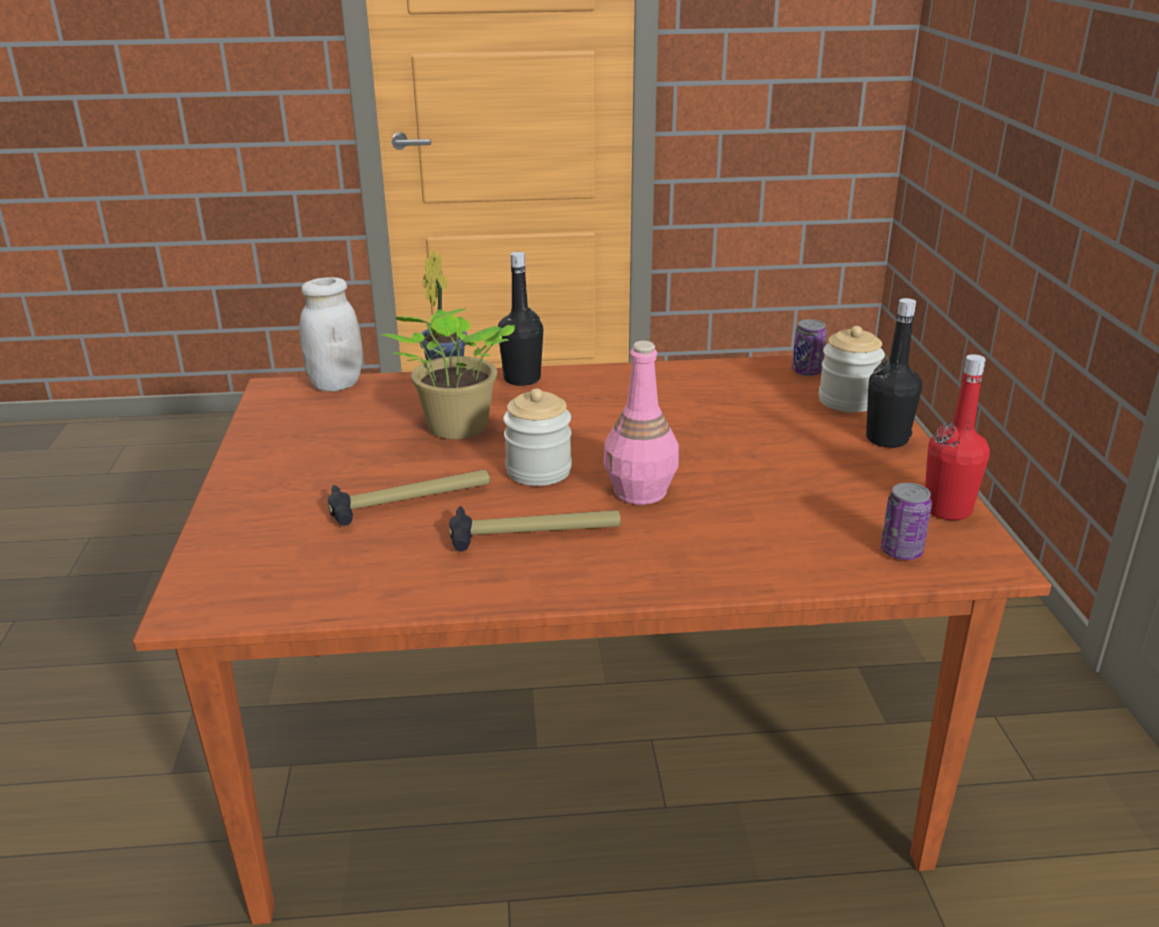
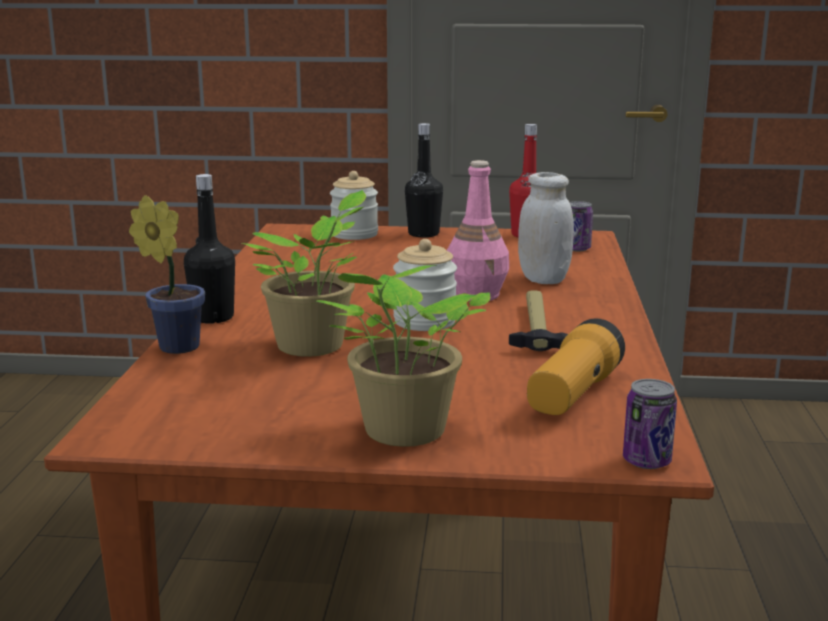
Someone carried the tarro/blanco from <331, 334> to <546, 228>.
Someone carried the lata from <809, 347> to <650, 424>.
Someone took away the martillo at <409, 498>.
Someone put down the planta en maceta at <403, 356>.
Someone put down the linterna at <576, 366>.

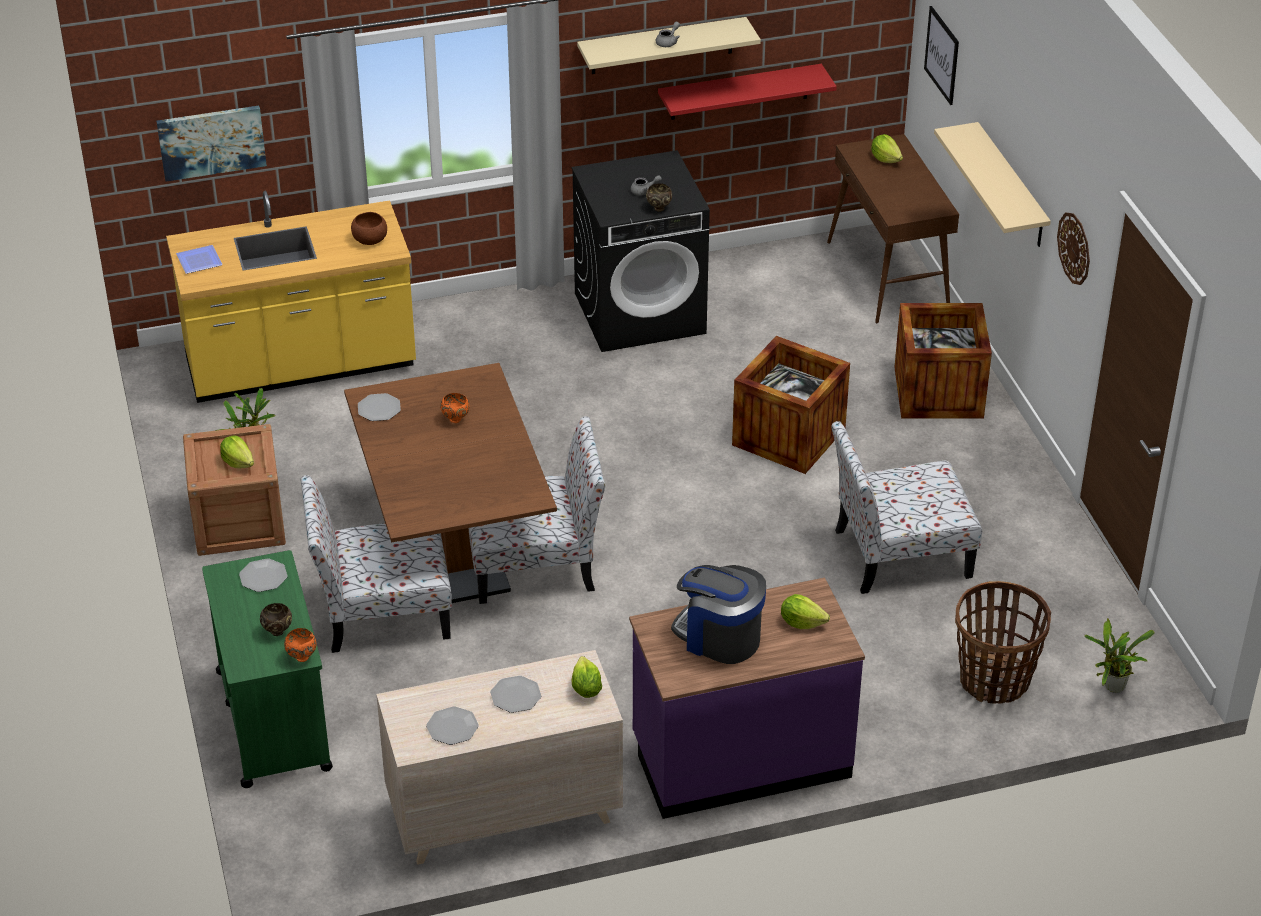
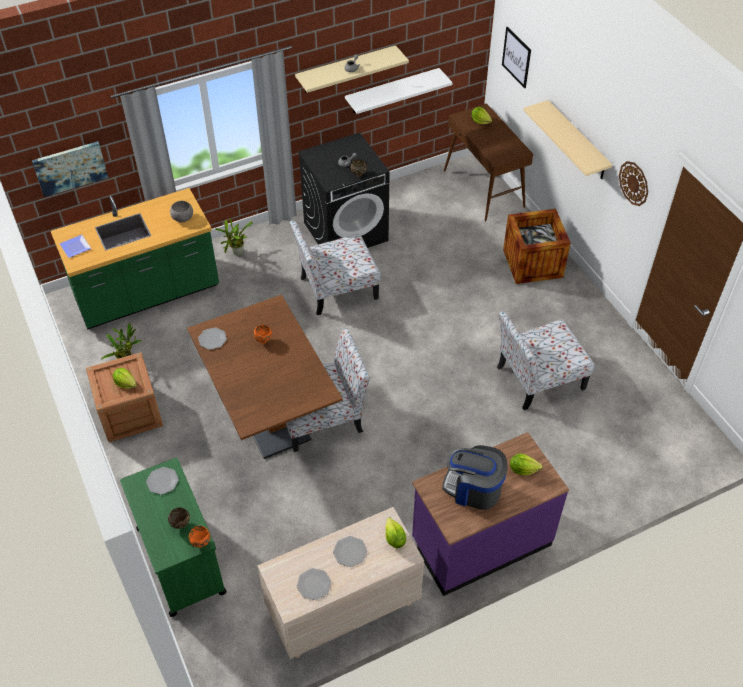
Someone repainted the estante/rojo at <747, 92>, which became the estante/blanco at <399, 91>.
Someone repainted the mueble bajo de cocina/amarillo at <291, 297>, which became the mueble bajo de cocina/verde at <135, 258>.
Someone repainted the cuenco/marrón at <369, 228>, which became the cuenco/gris at <181, 211>.
Someone took away the caja de embalaje at <791, 405>.
Someone carried the silla from <376, 564> to <335, 267>.
Someone took away the cesta at <1003, 642>.
Someone carried the planta en maceta from <1119, 655> to <234, 237>.

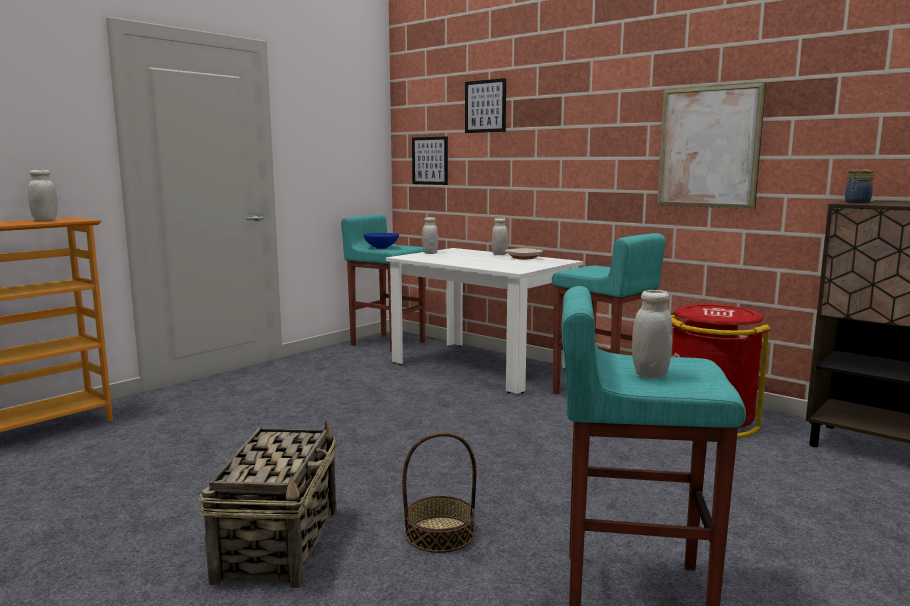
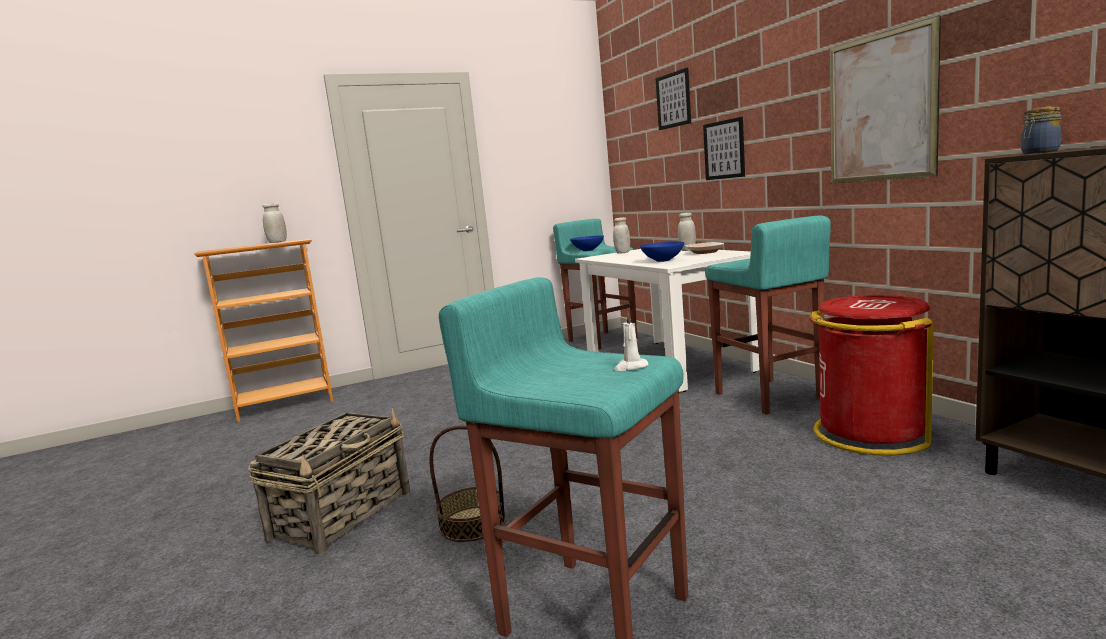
Someone carried the cuadro from <430, 160> to <724, 148>.
Someone took away the tarro/blanco at <652, 334>.
Someone put down the cuenco/azul at <662, 252>.
Someone put down the vela/blanco at <631, 341>.

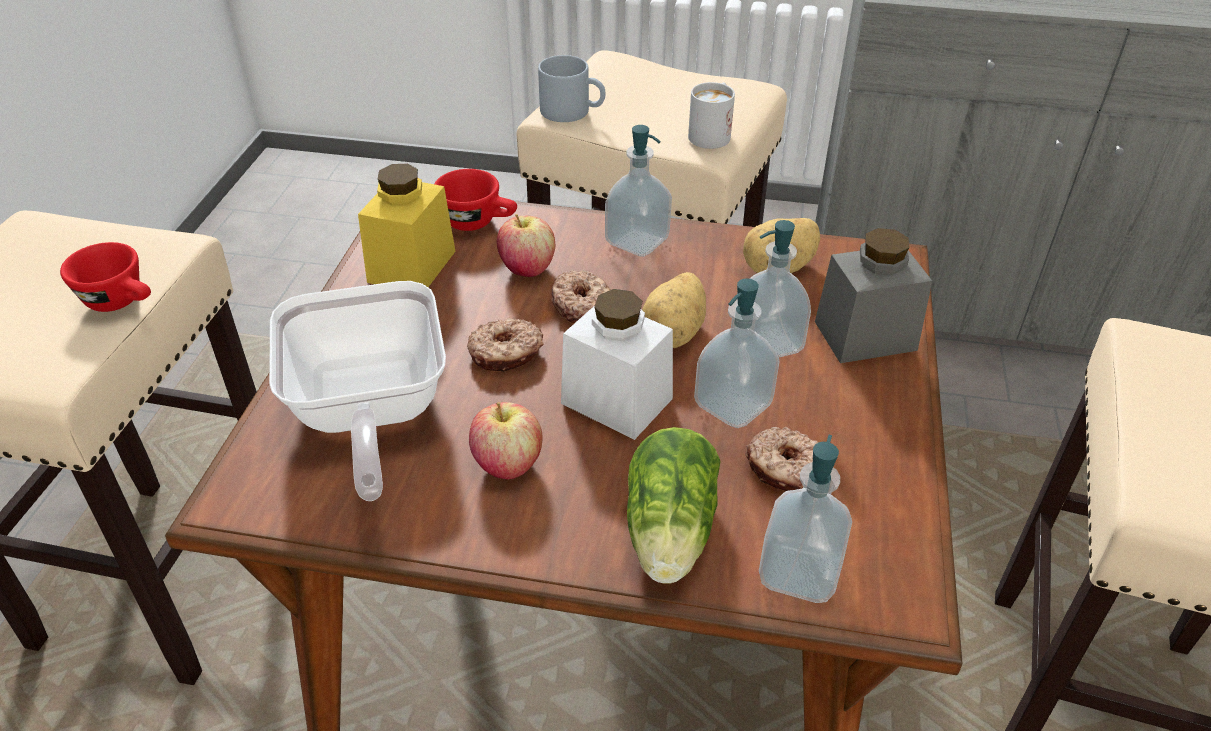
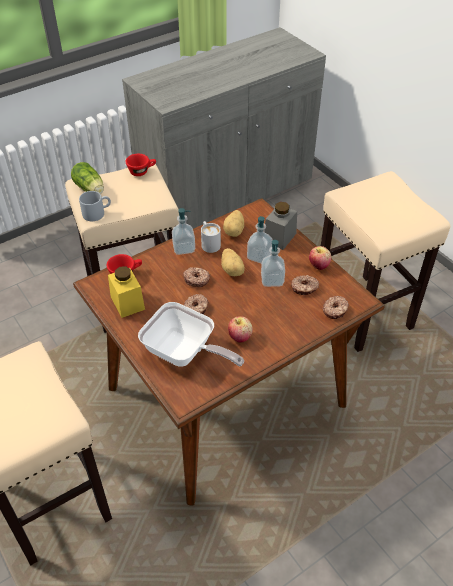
Someone carried the taza grande/blanco from <711, 115> to <211, 237>.
Someone carried the manzana from <526, 245> to <320, 258>.
Someone carried the taza/rojo from <105, 277> to <141, 165>.
Someone took away the tarro/blanco at <617, 364>.
Someone carried the lechuga from <673, 505> to <87, 178>.
Someone swapped the dispensador de jabón at <805, 519> for the rosquilla at <336, 307>.

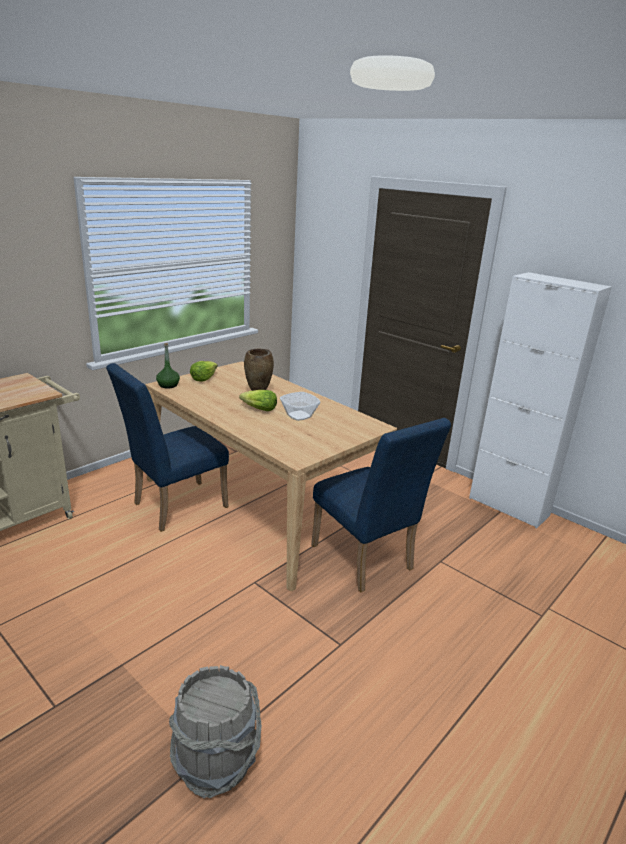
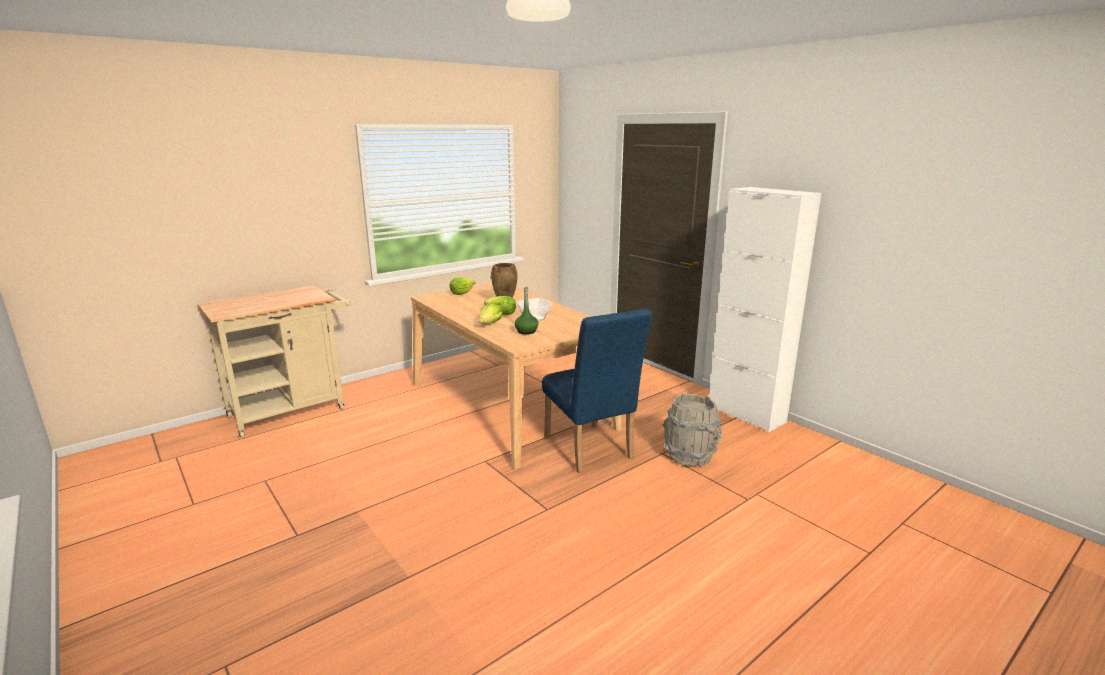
Someone carried the botella/verde from <168, 365> to <527, 310>.
Someone took away the silla/azul at <167, 447>.
Someone carried the cubo/gris from <215, 732> to <692, 430>.
Someone put down the lechuga at <491, 313>.

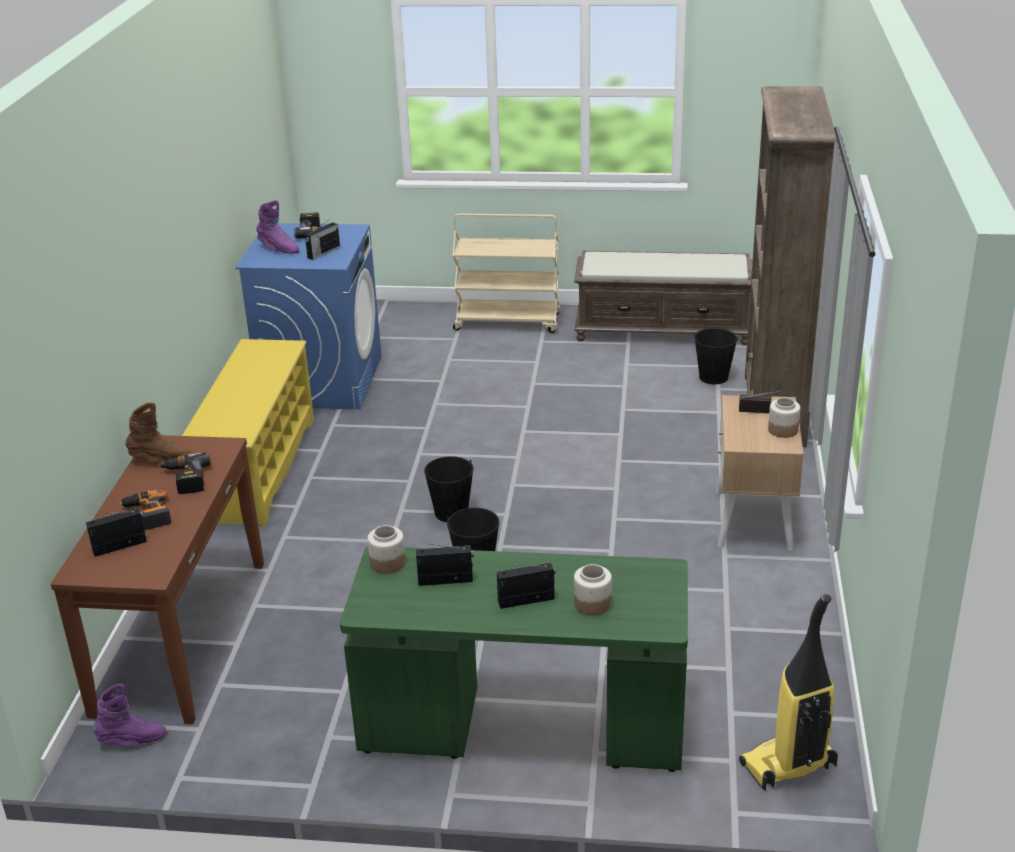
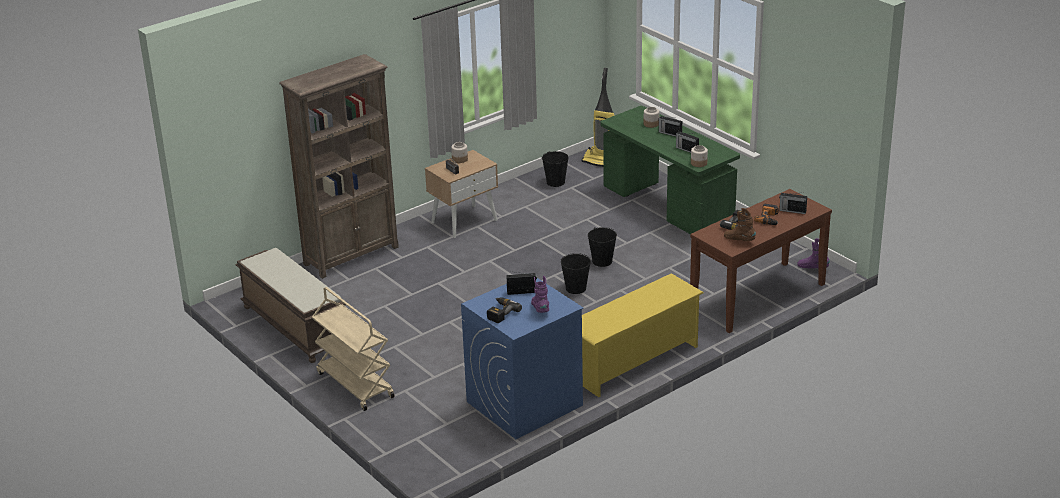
Someone carried the cubo/negro from <716, 355> to <555, 169>.

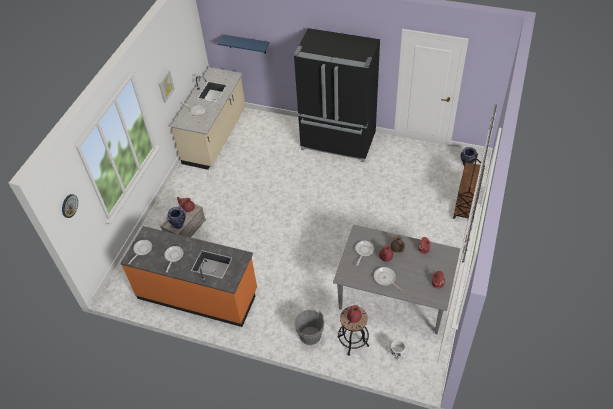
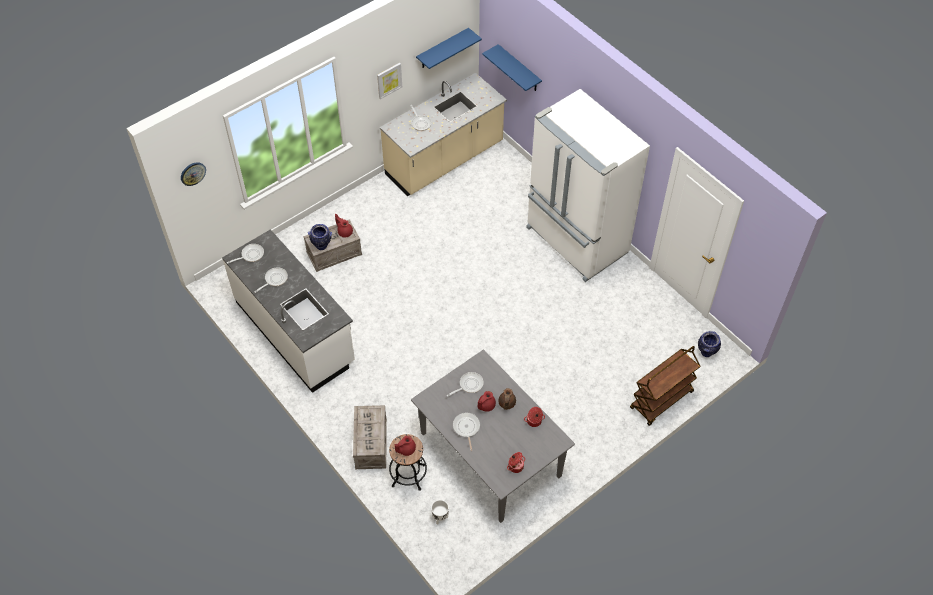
Someone repainted the nevera/negro at <337, 95>, which became the nevera/blanco at <588, 185>.
Someone repainted the mueble bajo de cocina/naranja at <188, 276>, which became the mueble bajo de cocina/blanco at <288, 311>.
Someone swapped the cubo/gris at <309, 327> for the caja de embalaje at <370, 437>.
Someone put up the estante/azul at <449, 48>.

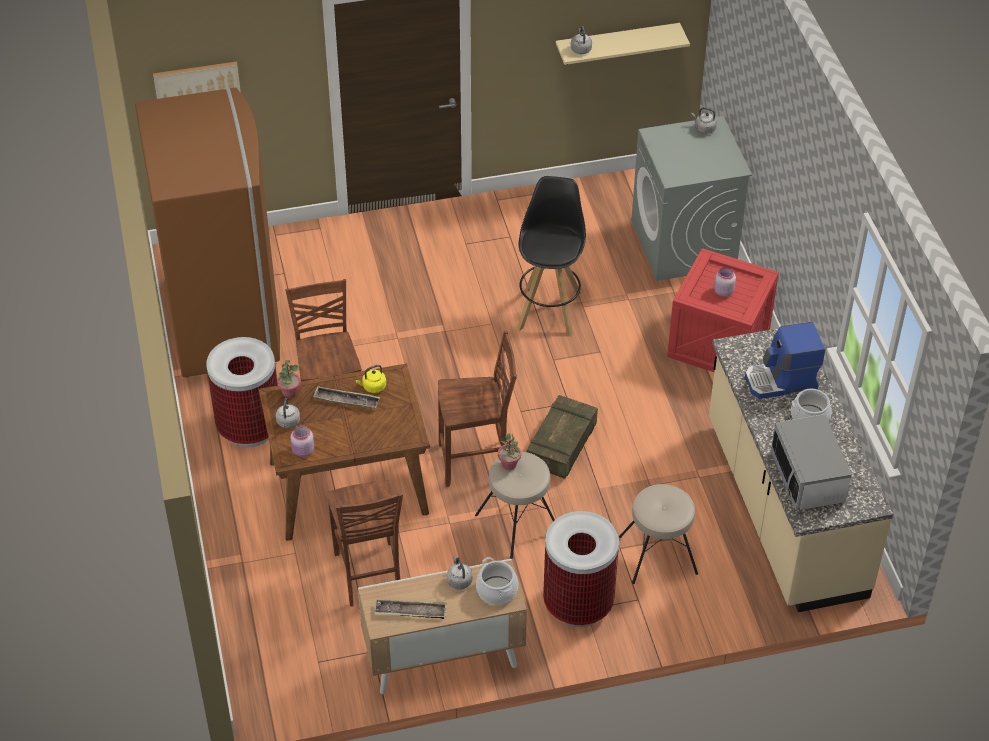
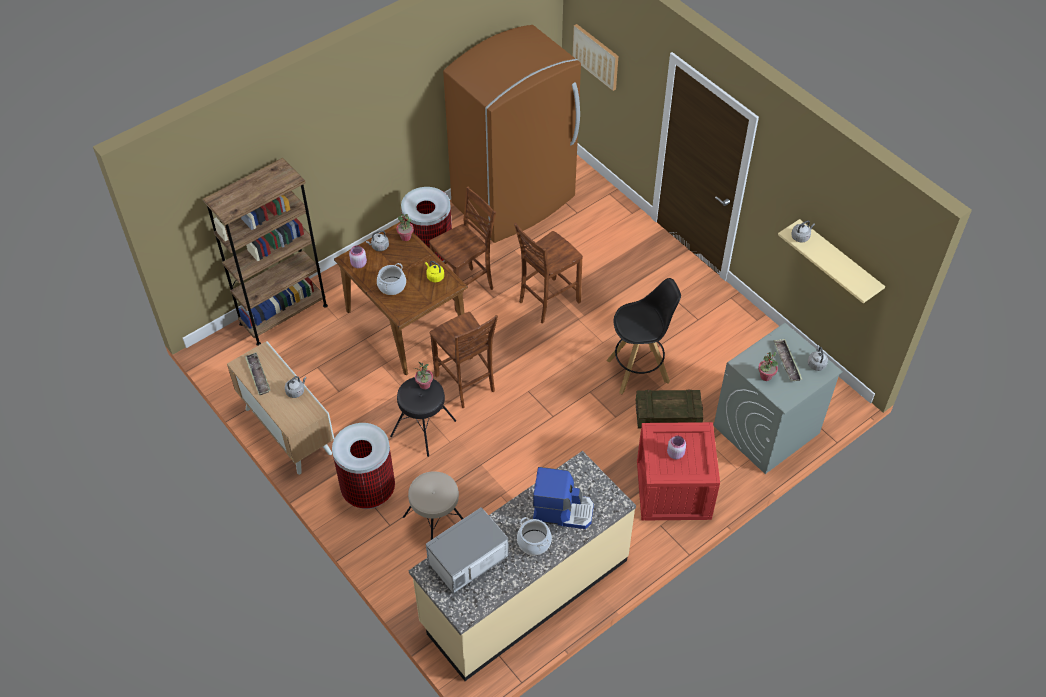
Someone rotated the cafetera at <785, 360> by 135 degrees clockwise.
Someone carried the bandeja from <346, 397> to <788, 360>.
Someone carried the caja de embalaje from <562, 437> to <669, 409>.
Someone repainted the taburete/beis at <515, 505>, which became the taburete/negro at <423, 417>.
Someone carried the silla/marrón from <364, 543> to <548, 273>.
Someone carried the olla from <497, 581> to <391, 279>.
Someone put down the estantería/marrón at <265, 252>.
Someone put down the planta en maceta at <768, 366>.

